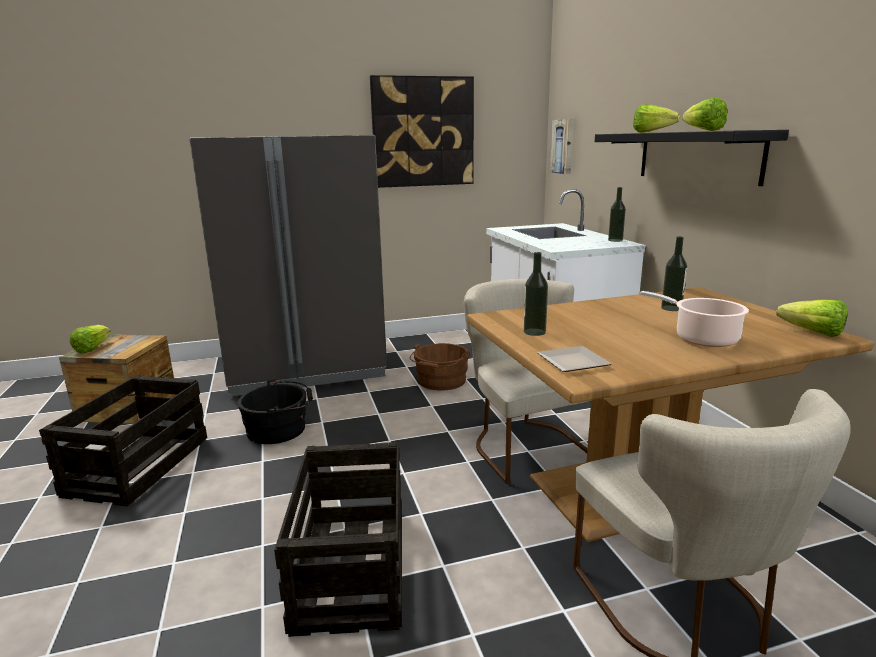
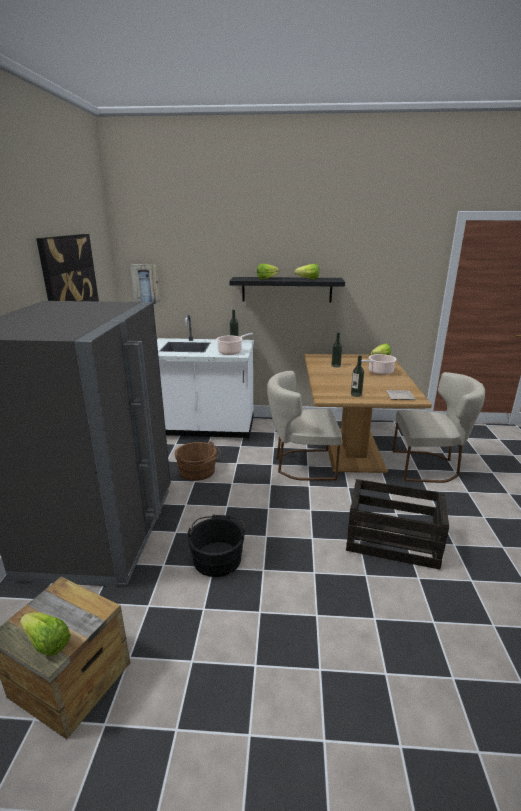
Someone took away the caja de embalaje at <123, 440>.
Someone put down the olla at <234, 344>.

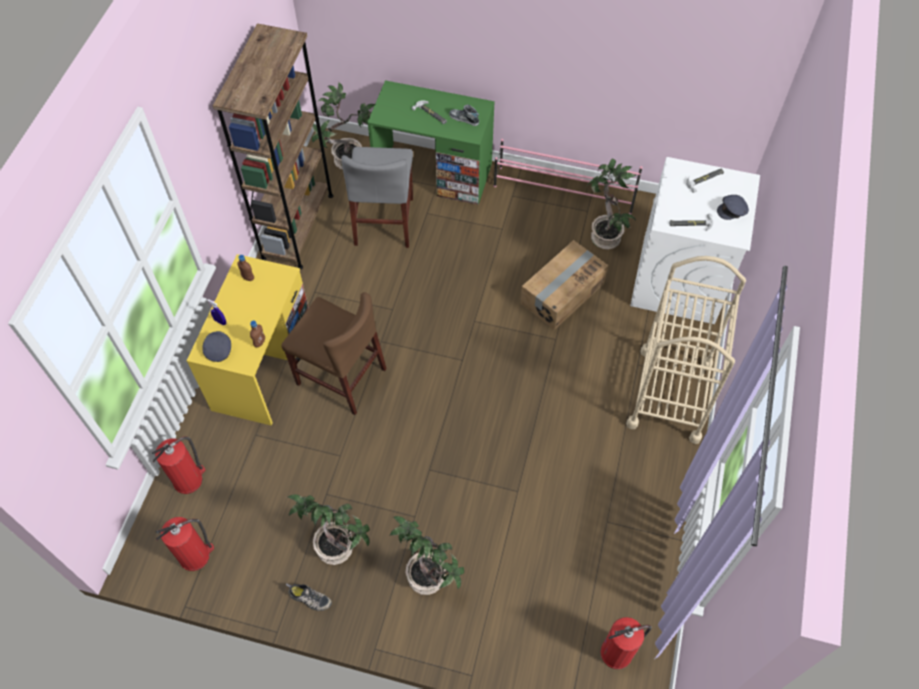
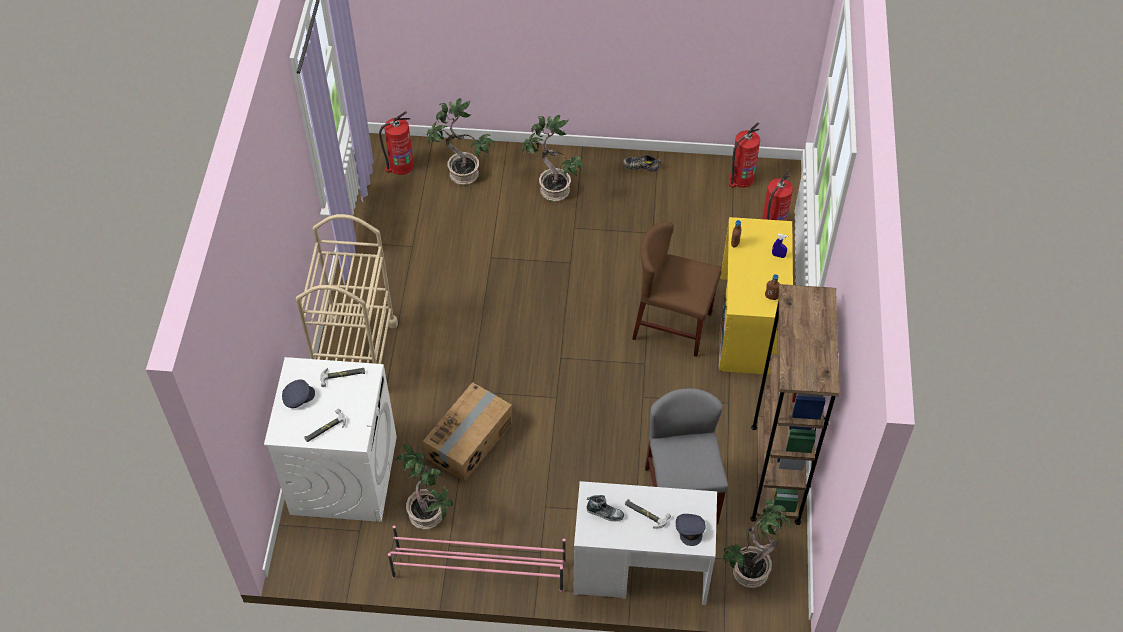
Someone repainted the escritorio/verde at <431, 142>, which became the escritorio/blanco at <645, 543>.
Someone carried the gorra/gris from <216, 346> to <691, 530>.
Someone carried the planta en maceta from <329, 530> to <461, 141>.

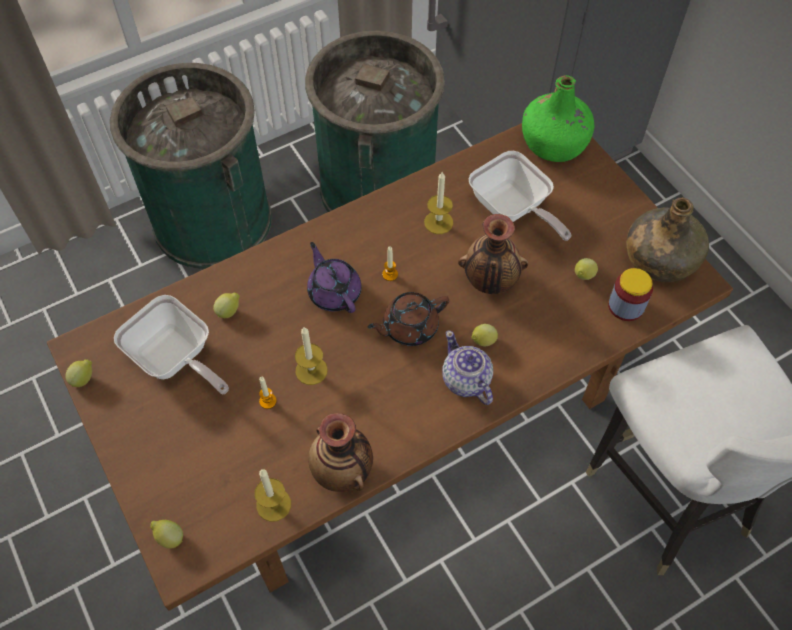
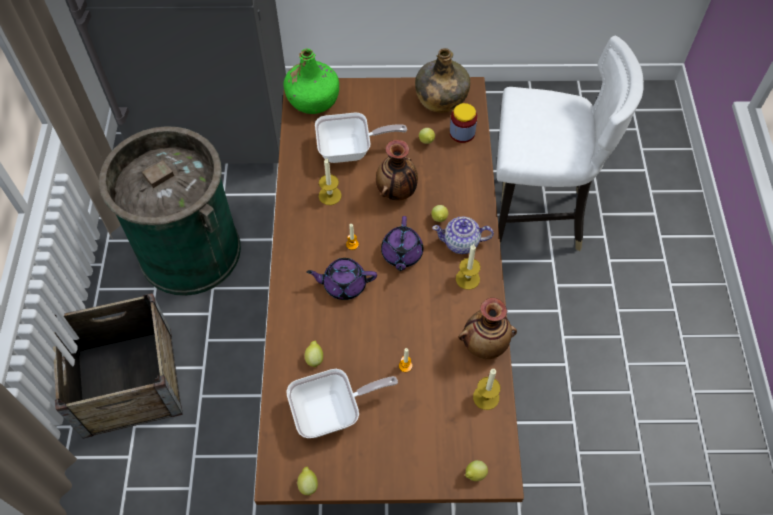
Someone swapped the papelera/verde at <191, 166> for the caja de embalaje at <118, 365>.
Someone repainted the tetera/marrón at <408, 319>, which became the tetera/morado at <402, 243>.
Someone carried the vela from <311, 356> to <468, 267>.

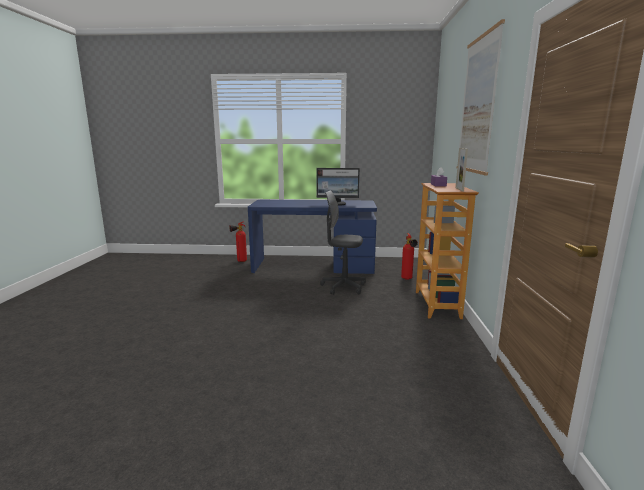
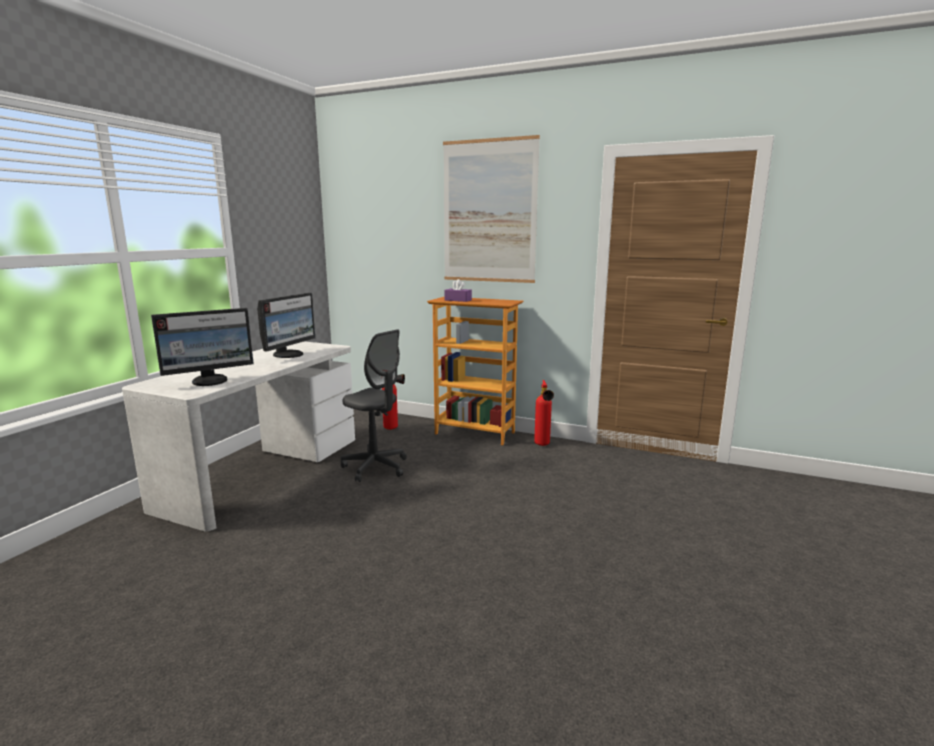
Someone took away the portarretratos at <462, 169>.
Someone rotated the silla de oficina/gris at <343, 242> by 90 degrees counterclockwise.
Someone repainted the escritorio/azul at <312, 237>, which became the escritorio/blanco at <238, 436>.
Someone carried the extintor from <238, 242> to <544, 413>.
Someone put down the monitor at <202, 347>.

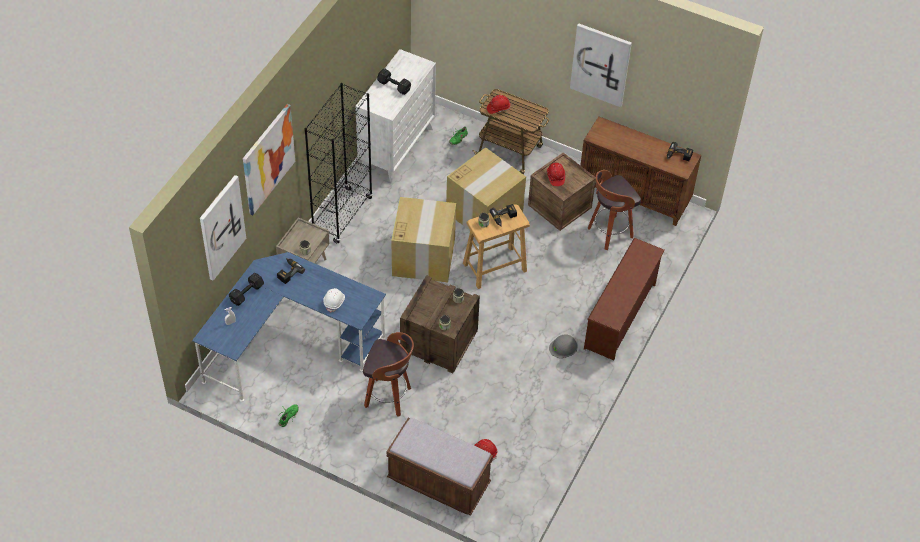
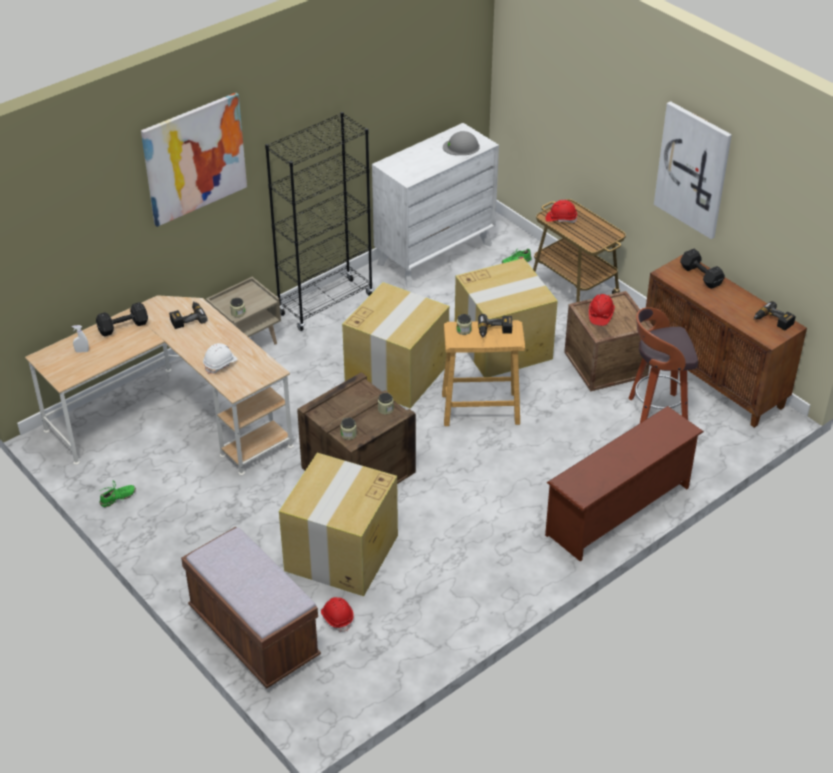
Someone carried the mancuerna/negro from <394, 81> to <702, 269>.
Someone took away the cuadro at <223, 227>.
Someone repainted the escritorio/azul at <289, 327>, which became the escritorio/beis at <159, 385>.
Someone took away the taburete at <388, 374>.
Someone carried the casco/gris from <563, 346> to <461, 143>.
Someone put down the caja de cartón at <338, 524>.

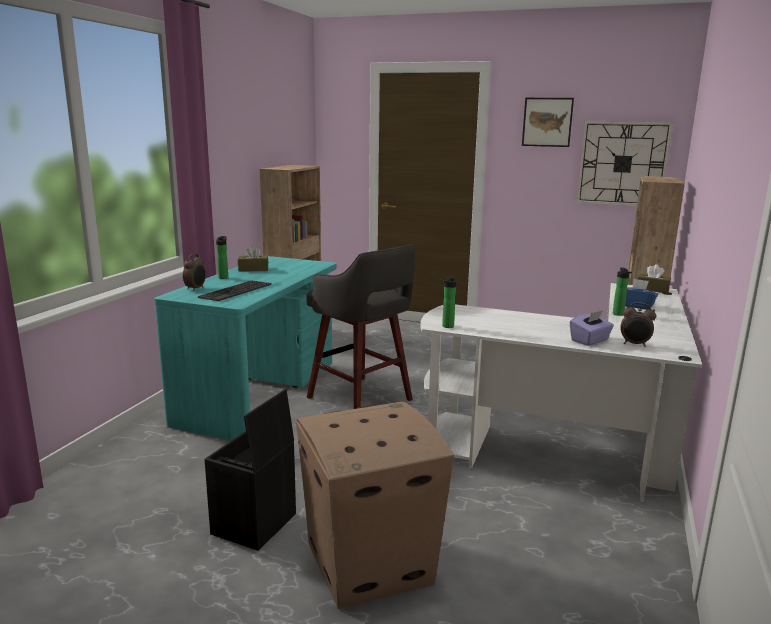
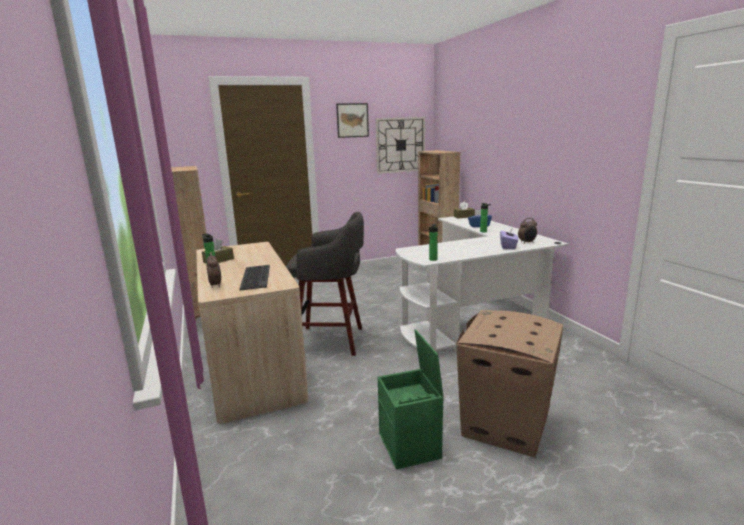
Someone repainted the escritorio/turquesa at <245, 348>, which became the escritorio/beis at <252, 333>.
Someone repainted the caja de almacenaje/negro at <250, 470>, which became the caja de almacenaje/verde at <410, 399>.

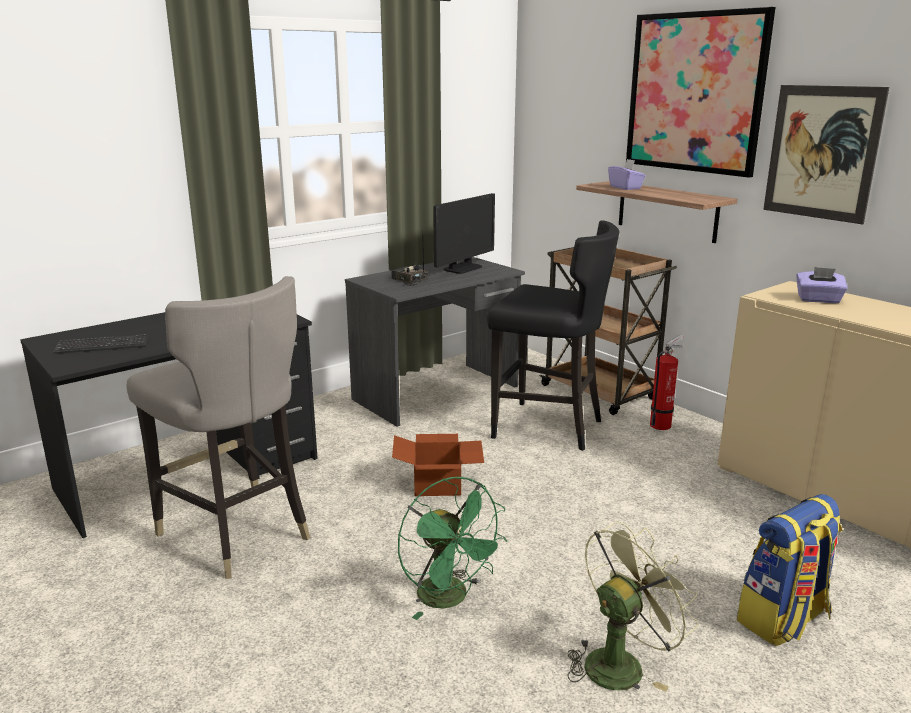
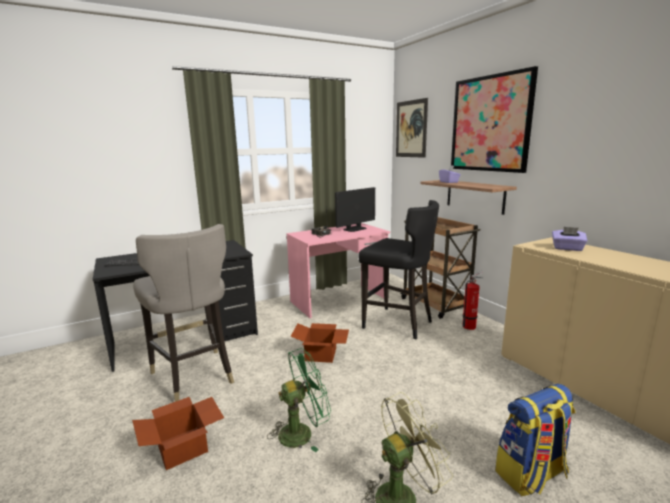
Someone carried the cuadro from <826, 154> to <412, 128>.
Someone repainted the escritorio/gris at <435, 342>, which became the escritorio/rosa at <338, 270>.
Someone rotated the ventilador/verde at <452, 548> by 90 degrees counterclockwise.
Someone put down the caja de cartón at <178, 433>.

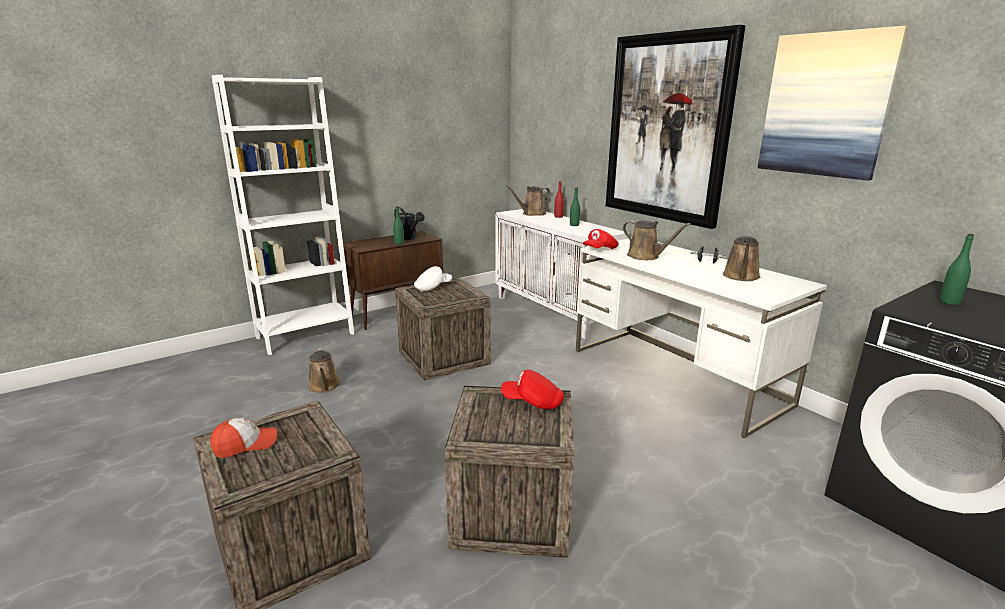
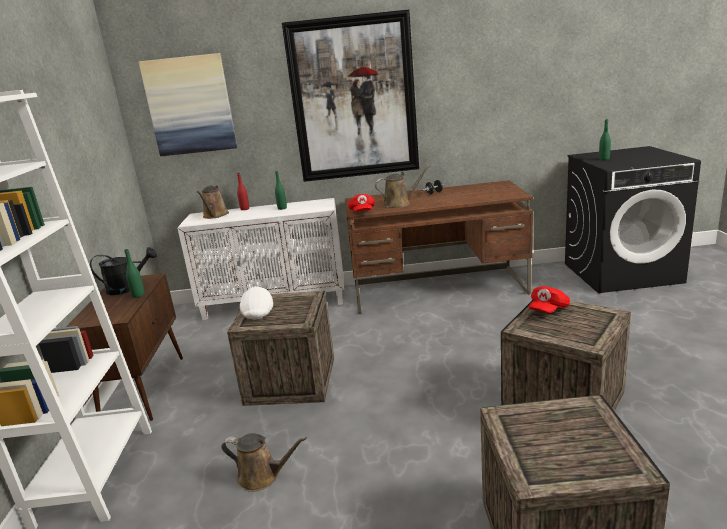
Someone carried the cuadro from <833, 103> to <188, 104>.
Someone took away the regadera/marrón at <741, 258>.
Someone repainted the escritorio/blanco at <701, 338>, which became the escritorio/marrón at <439, 247>.
Someone took away the gorra at <243, 438>.

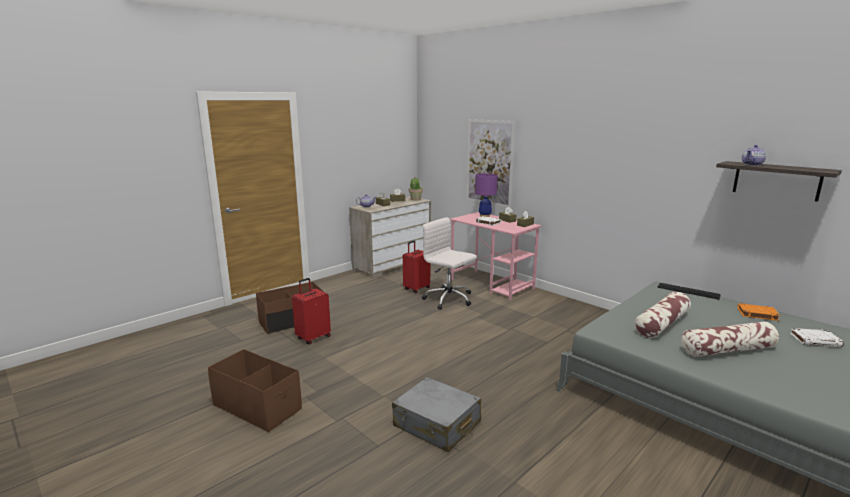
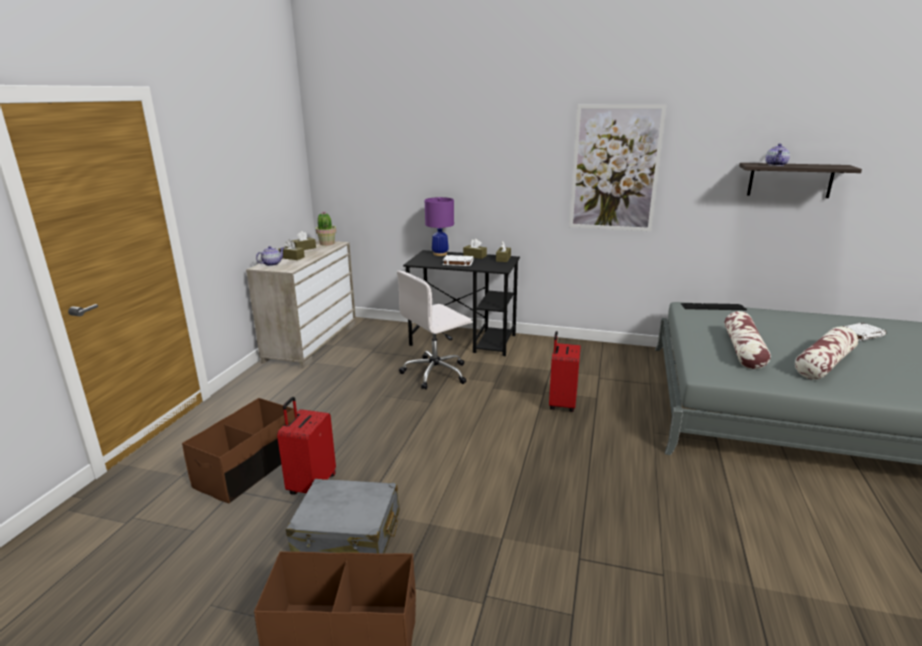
Someone carried the cuadro from <491, 163> to <618, 167>.
Someone repainted the escritorio/rosa at <496, 256>, which became the escritorio/negro at <461, 303>.
Someone rotated the silla de oficina/blanco at <449, 263> by 45 degrees counterclockwise.
Someone carried the maleta/rojo from <416, 267> to <565, 371>.
Someone took away the libro/naranja at <758, 312>.
Someone carried the maleta/gris from <436, 414> to <343, 516>.

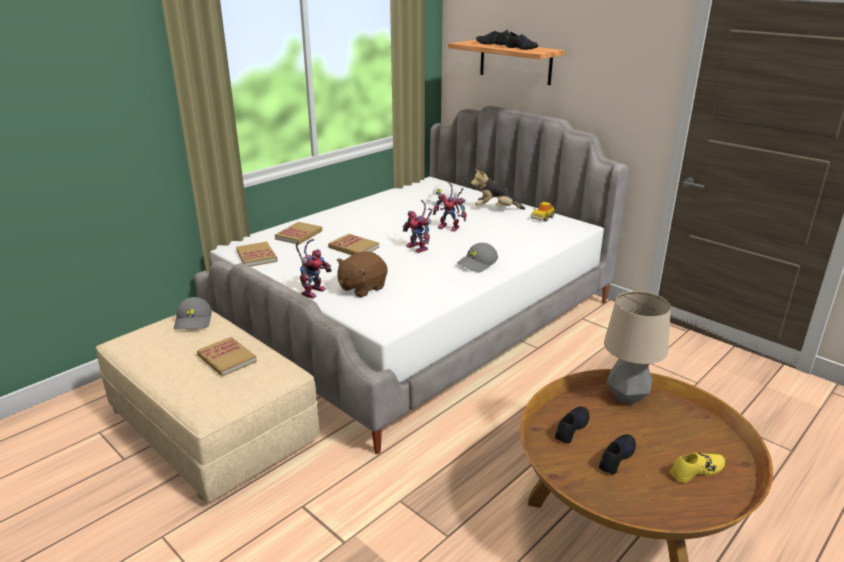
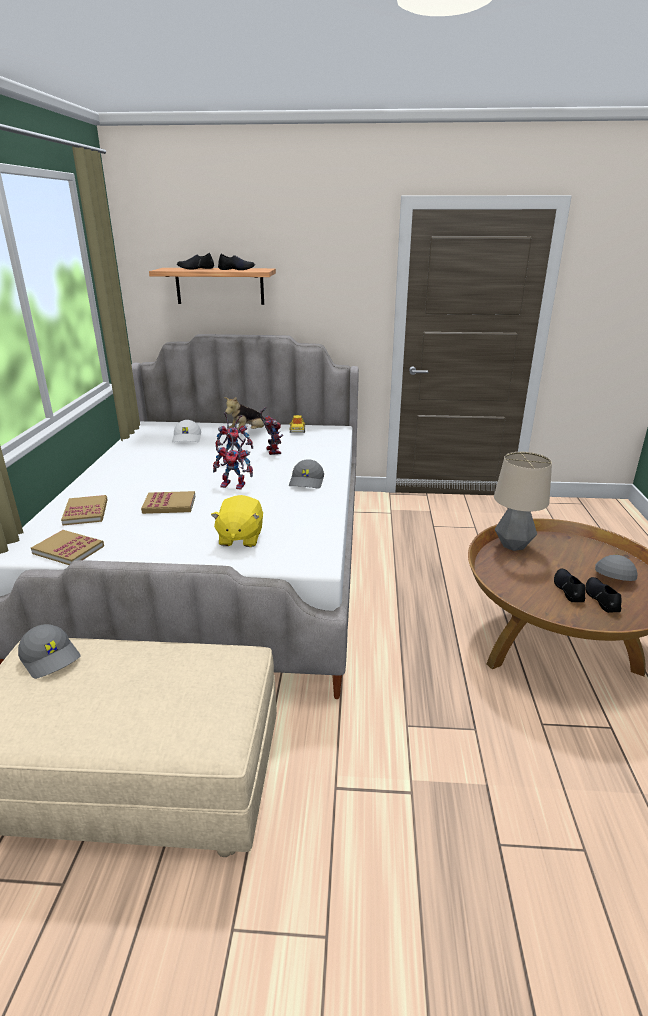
Someone carried the robot de juguete from <314, 269> to <271, 431>.
Someone repainted the peluche/marrón at <362, 274>, which became the peluche/amarillo at <237, 521>.
Someone took away the libro at <227, 357>.
Someone carried the zapato/negro from <572, 425> to <603, 595>.
Someone swapped the zapato/amarillo at <697, 468> for the gorra/gris at <616, 567>.

